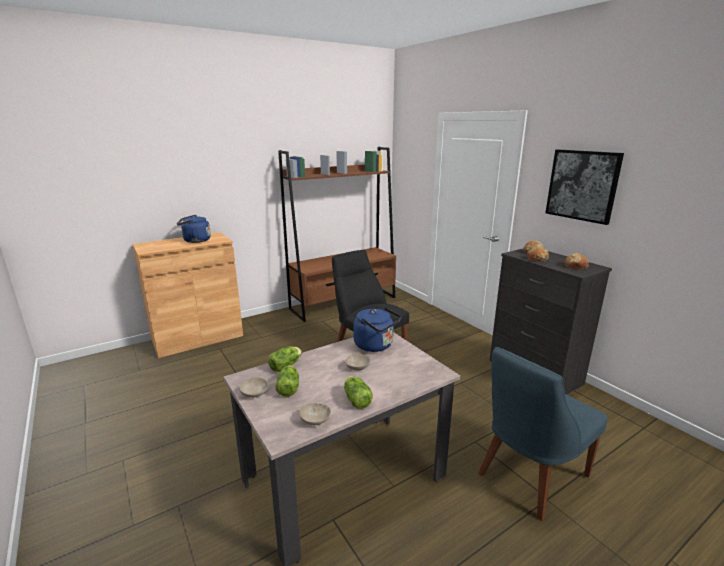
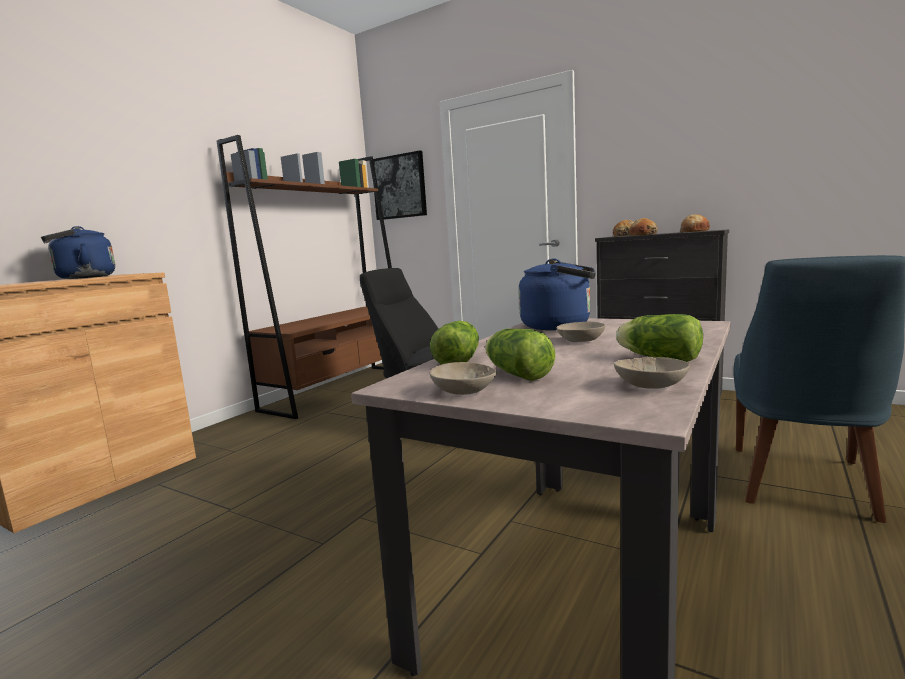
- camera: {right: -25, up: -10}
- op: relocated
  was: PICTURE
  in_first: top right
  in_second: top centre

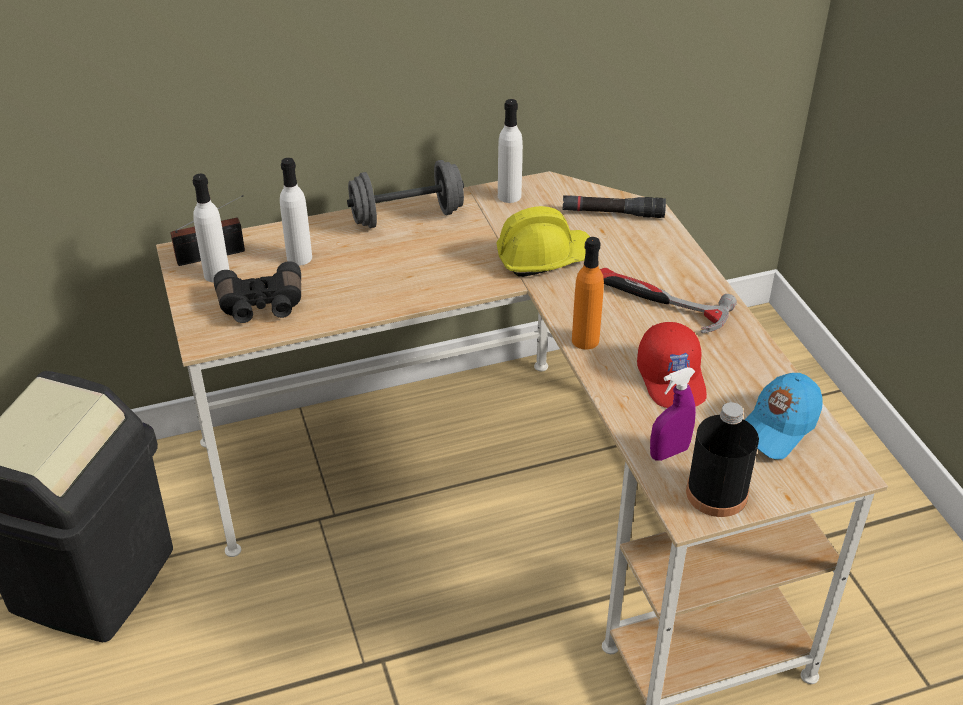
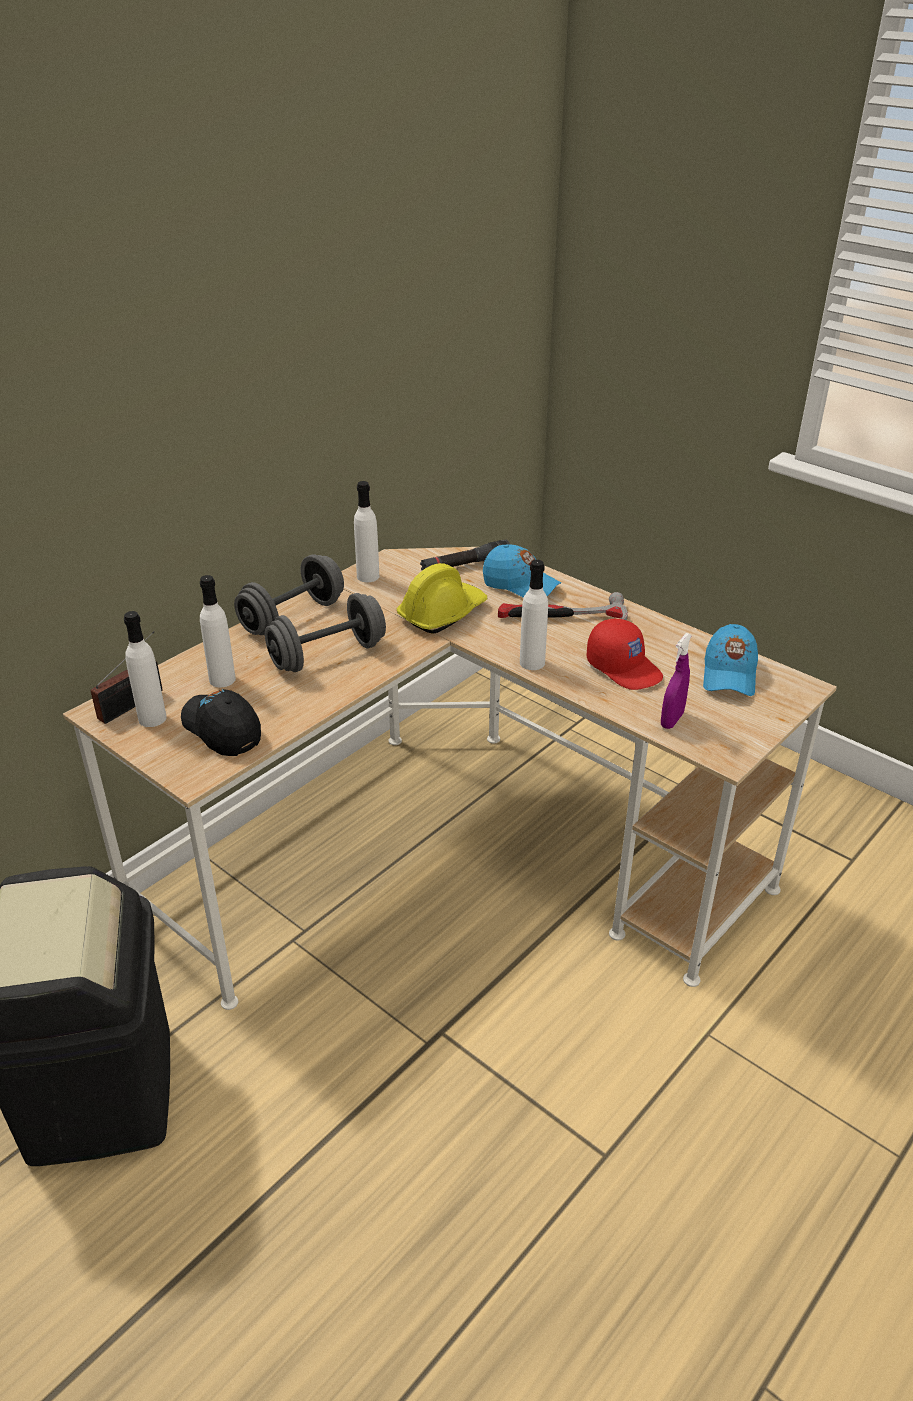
- camera: {right: -30, up: -5}
- op: exchanged
  was: BLACK BINOCULARS
  now: BLACK PEAKED CAP
  in_first: middle left
  in_second: middle left
- op: appeared
  now: GREY HAND WEIGHT (no. 2 from left)
  in_second: centre
- op: appeared
  now: BLUE PEAKED CAP (no. 1 from left)
  in_second: centre
- op: colour
  was: ORANGE BEVERAGE BOTTLE
  now: WHITE-COLOURED BEVERAGE BOTTLE (no. 4 from left)
  in_first: centre
  in_second: centre
- op: missing
  was: BLACK BEVERAGE BOTTLE
  in_first: middle right

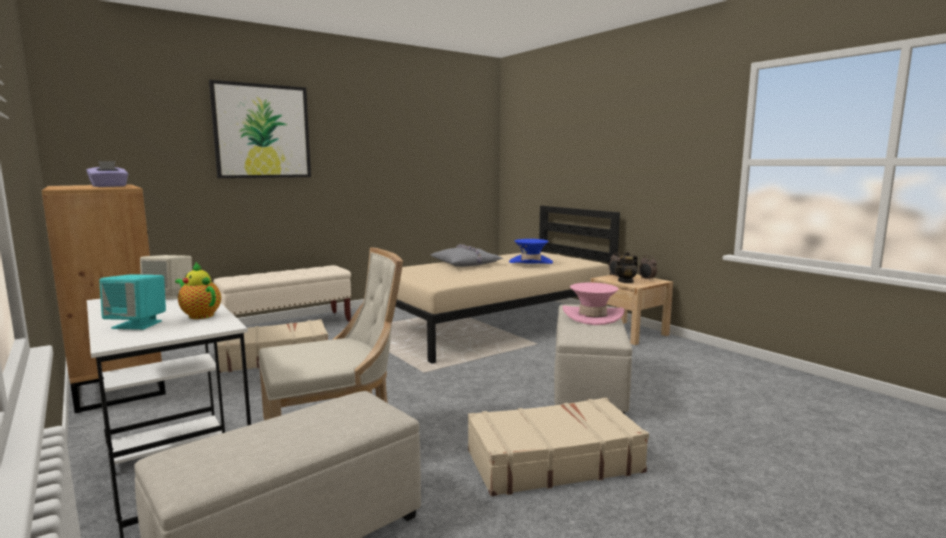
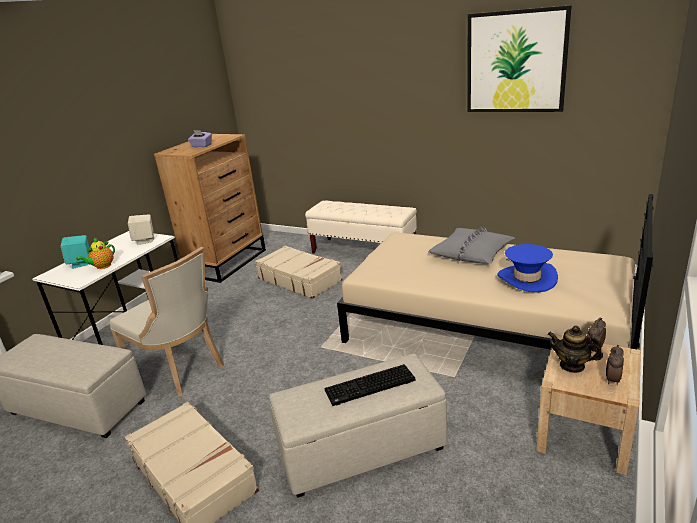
- camera: {right: 65, up: 15}
- op: spun
  was: TEAPOT (no. 1 from left)
  in_first: middle left
  in_second: middle left
  clockwise: -150
- op: exchanged
  was: PINKISH CLOTHING HAT
  now: KEYBOARD
  in_first: centre
  in_second: bottom centre
- op: relocated
  was: PICTURE
  in_first: top left
  in_second: top right

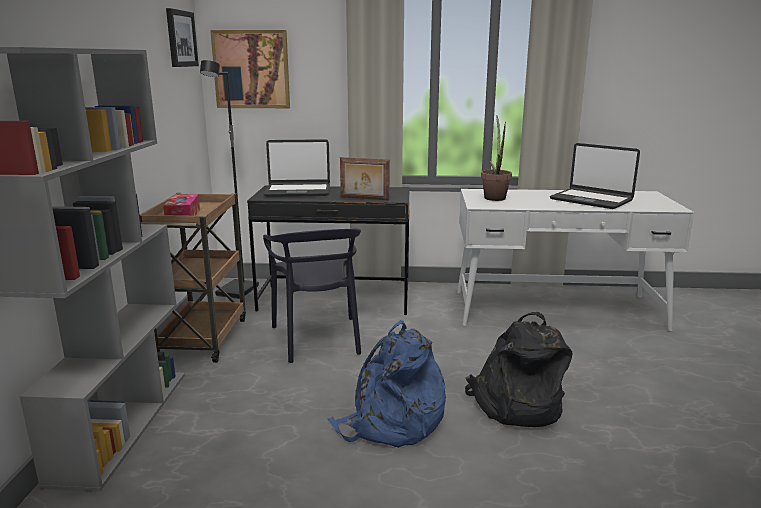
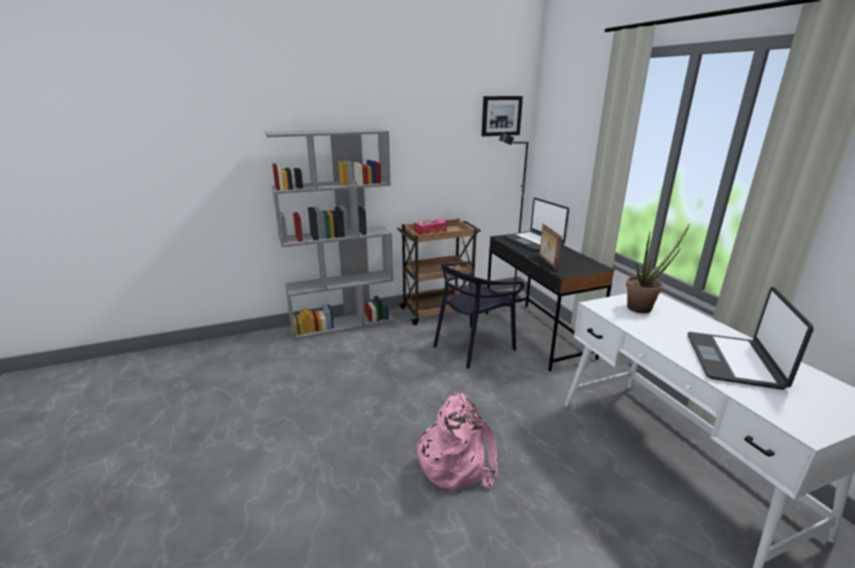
- camera: {right: 65, up: 5}
- op: colour
  was: BLACK KNAPSACK
  now: PINKISH KNAPSACK
  in_first: bottom right
  in_second: bottom centre
- op: missing
  was: PICTURE (no. 2 from left)
  in_first: top left
- op: missing
  was: BLUE KNAPSACK
  in_first: bottom centre

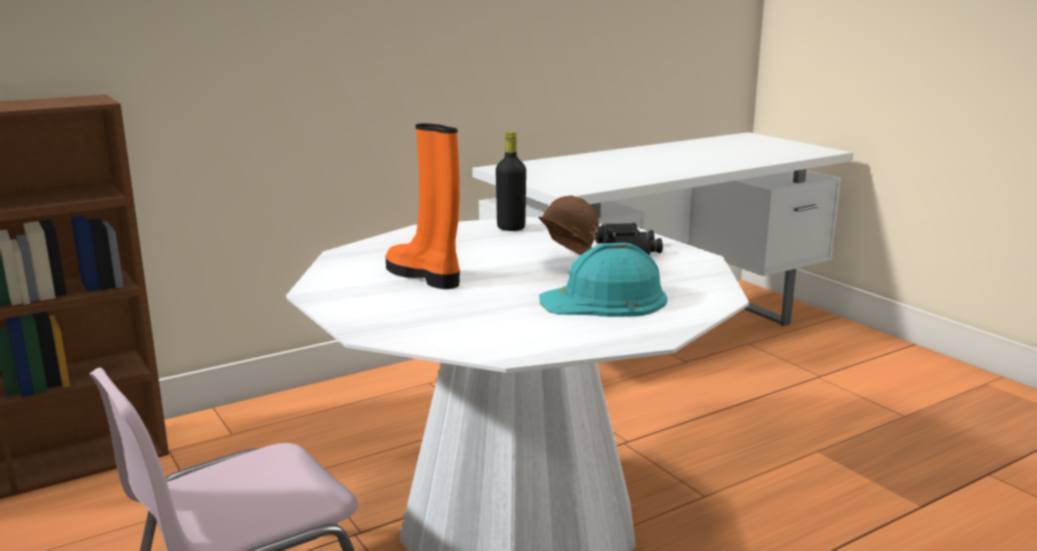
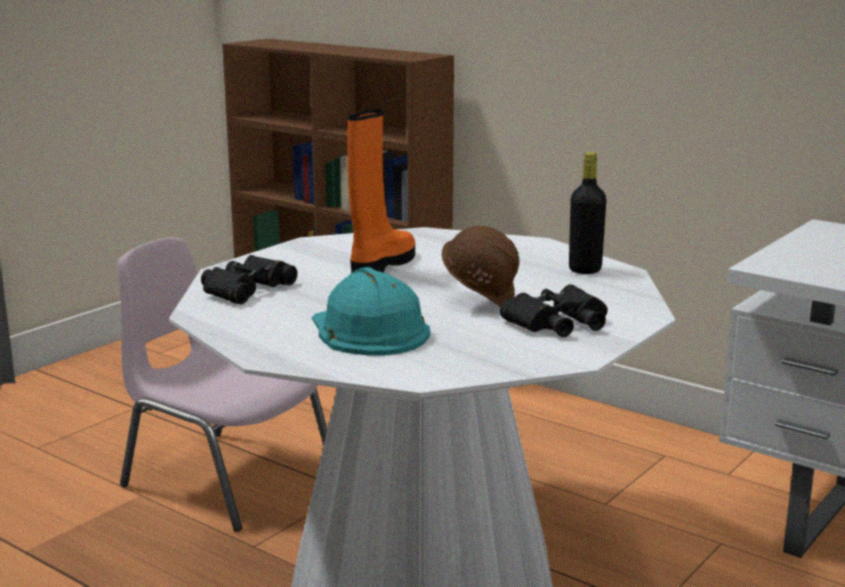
- camera: {right: 70, up: 0}
- op: appeared
  now: BLACK BINOCULARS (no. 1 from left)
  in_second: middle left

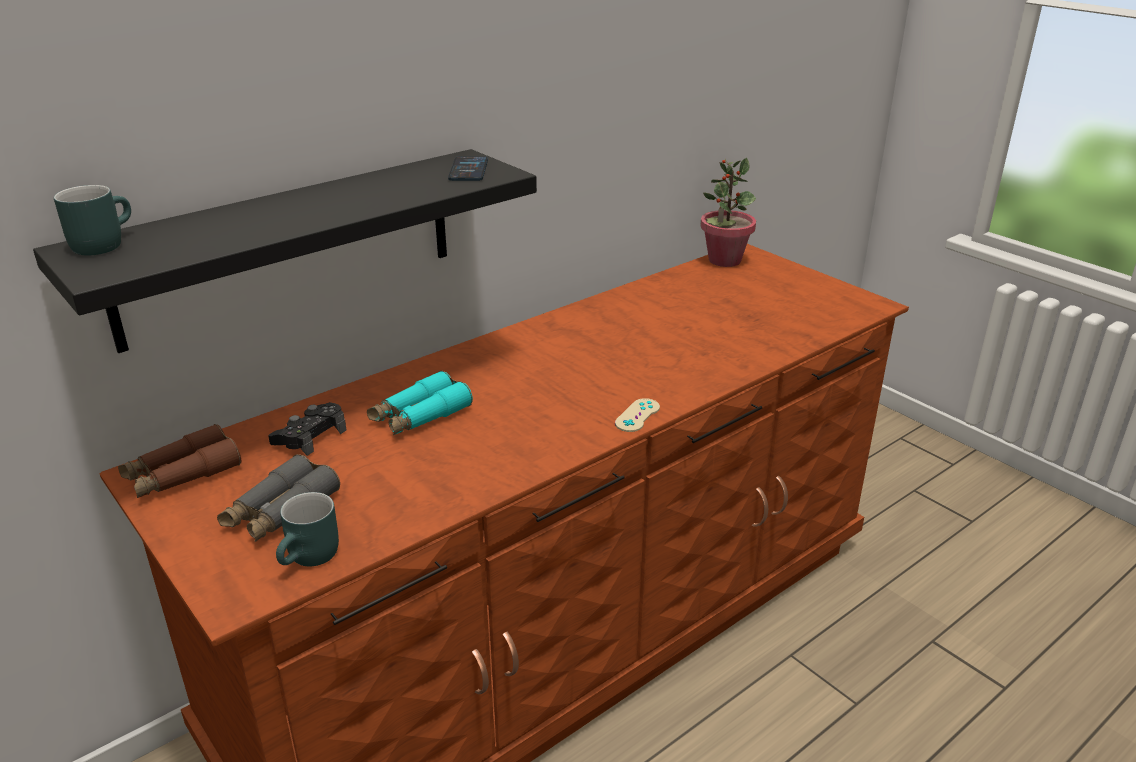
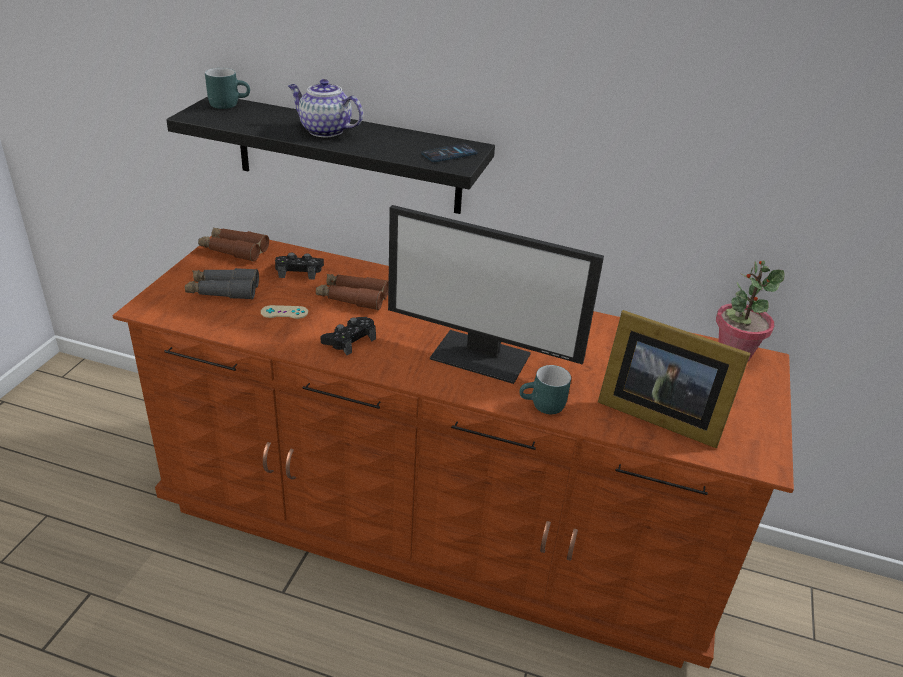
- camera: {right: 55, up: 5}
- op: relocated
  was: SAND-COLOURED JOYPAD
  in_first: centre
  in_second: middle left
- op: appeared
  now: TEAPOT
  in_second: top centre
- op: colour
  was: TURQUOISE BINOCULARS
  now: BROWN BINOCULARS (no. 2 from left)
  in_first: centre
  in_second: centre
- op: appeared
  now: BLACK JOYPAD (no. 2 from left)
  in_second: centre
- op: appeared
  now: MONITOR
  in_second: centre
- op: relocated
  was: TURQUOISE MUG (no. 2 from left)
  in_first: bottom left
  in_second: centre
- op: appeared
  now: STANDING FRAME
  in_second: middle right

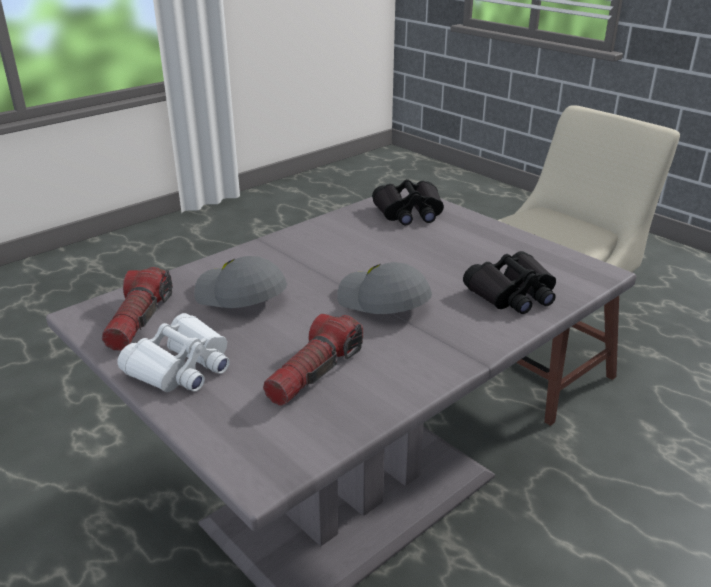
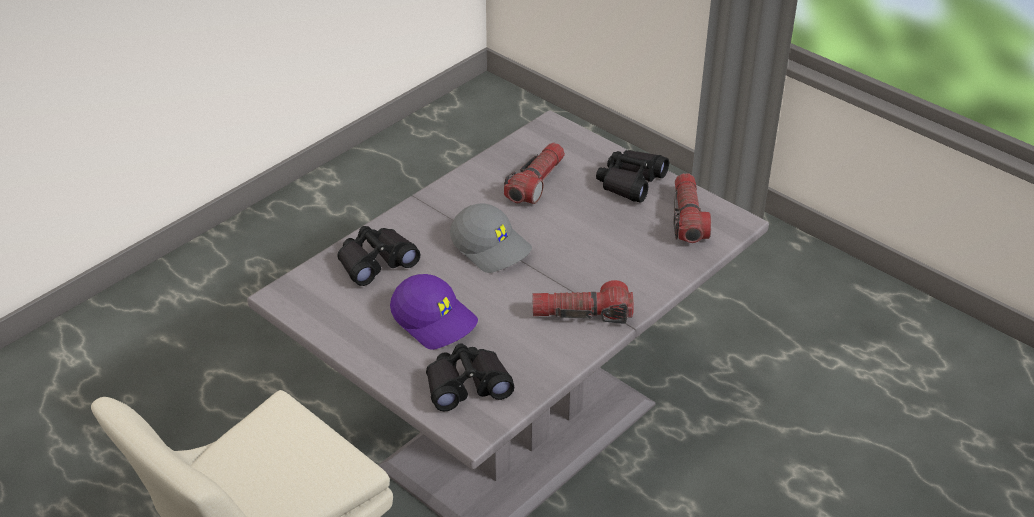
- camera: {right: 175, up: 10}
- op: appeared
  now: PURPLISH PEAKED CAP
  in_second: centre
- op: appeared
  now: HAND TORCH (no. 2 from left)
  in_second: centre
- op: colour
  was: WHITE-COLOURED BINOCULARS
  now: BLACK BINOCULARS (no. 3 from left)
  in_first: middle left
  in_second: centre
- op: missing
  was: GREY PEAKED CAP (no. 1 from left)
  in_first: centre

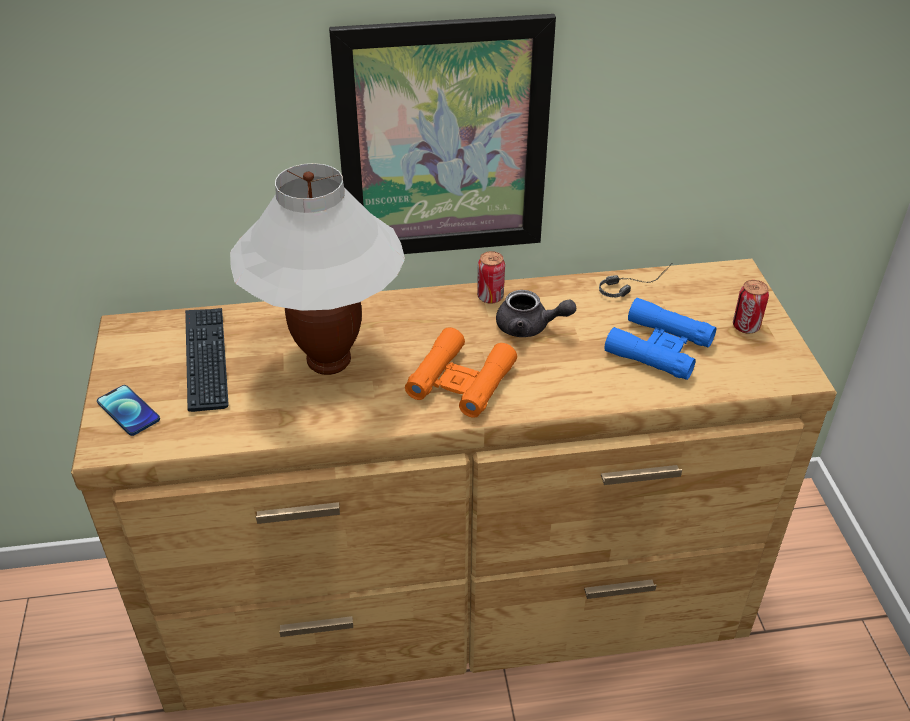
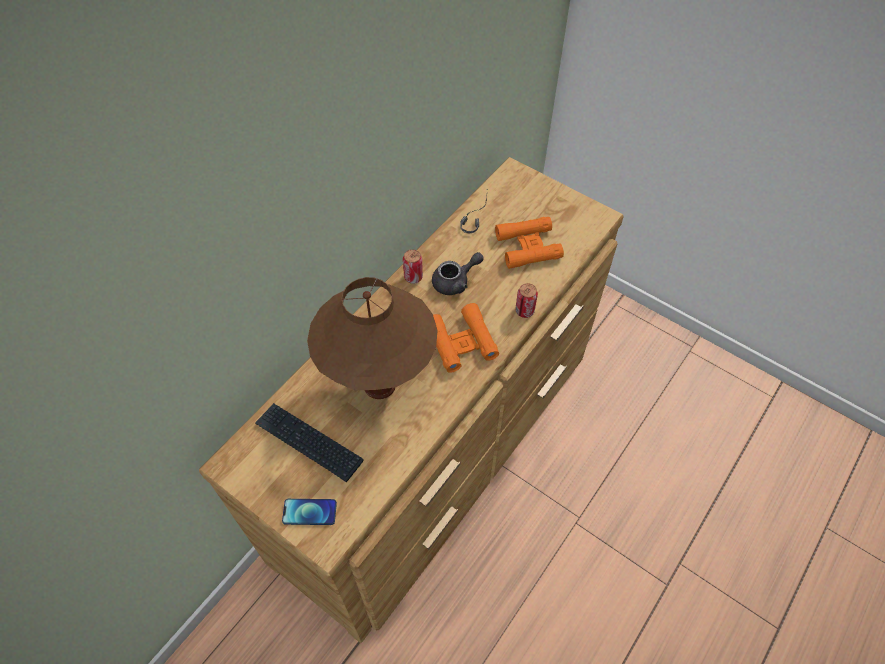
- camera: {right: -45, up: 15}
- op: colour
  was: WHITE-COLOURED LAMP FOR A TABLE
  now: BROWN LAMP FOR A TABLE
  in_first: centre
  in_second: centre
- op: colour
  was: BLUE BINOCULARS
  now: ORANGE BINOCULARS (no. 2 from left)
  in_first: middle right
  in_second: centre
- op: relocated
  was: CAN (no. 2 from left)
  in_first: middle right
  in_second: centre
- op: missing
  was: PICTURE
  in_first: top centre

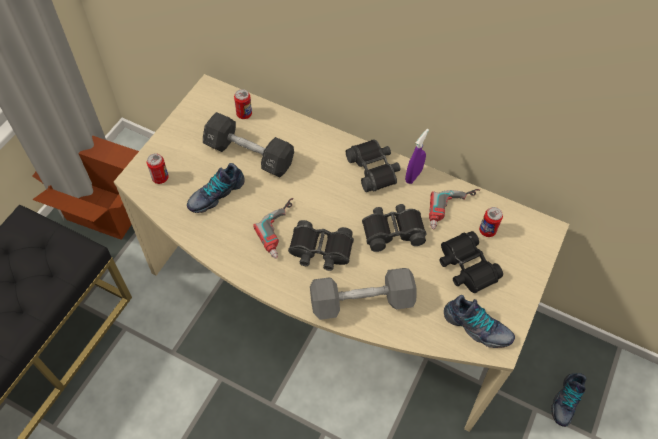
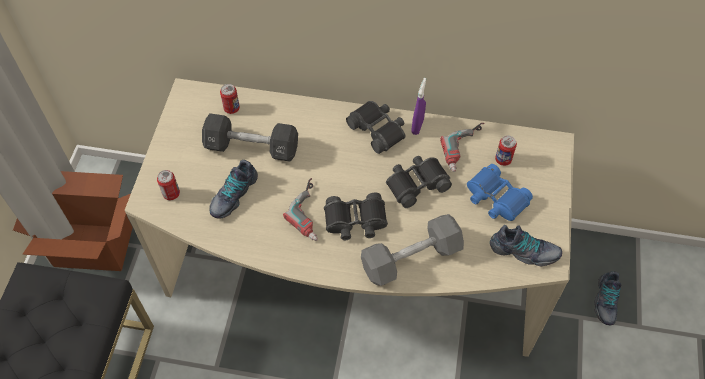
- camera: {right: -15, up: 0}
- op: colour
  was: BLACK BINOCULARS (no. 4 from left)
  now: BLUE BINOCULARS
  in_first: middle right
  in_second: middle right

